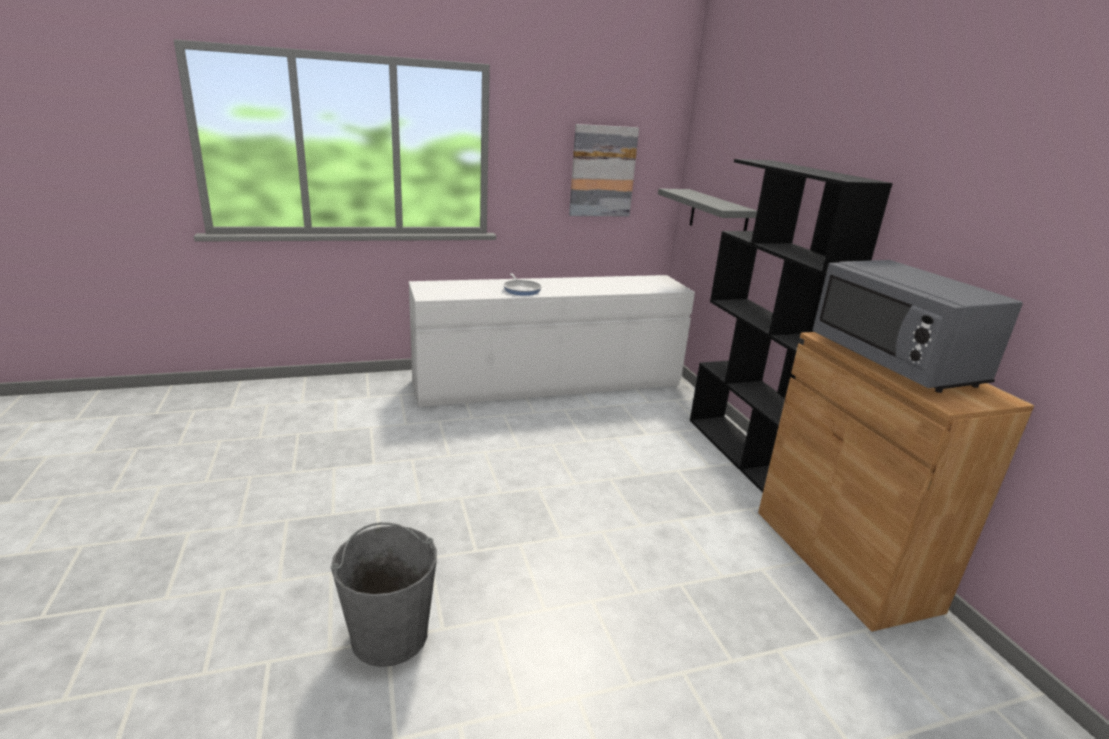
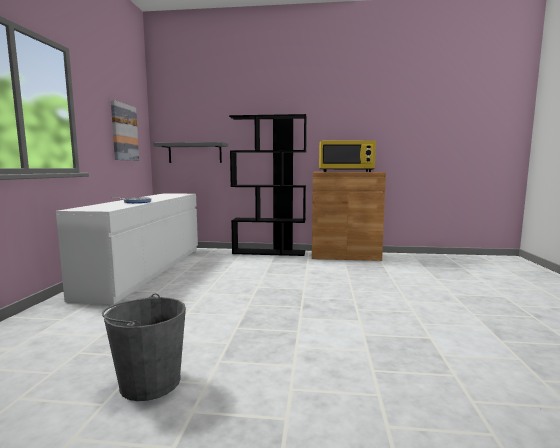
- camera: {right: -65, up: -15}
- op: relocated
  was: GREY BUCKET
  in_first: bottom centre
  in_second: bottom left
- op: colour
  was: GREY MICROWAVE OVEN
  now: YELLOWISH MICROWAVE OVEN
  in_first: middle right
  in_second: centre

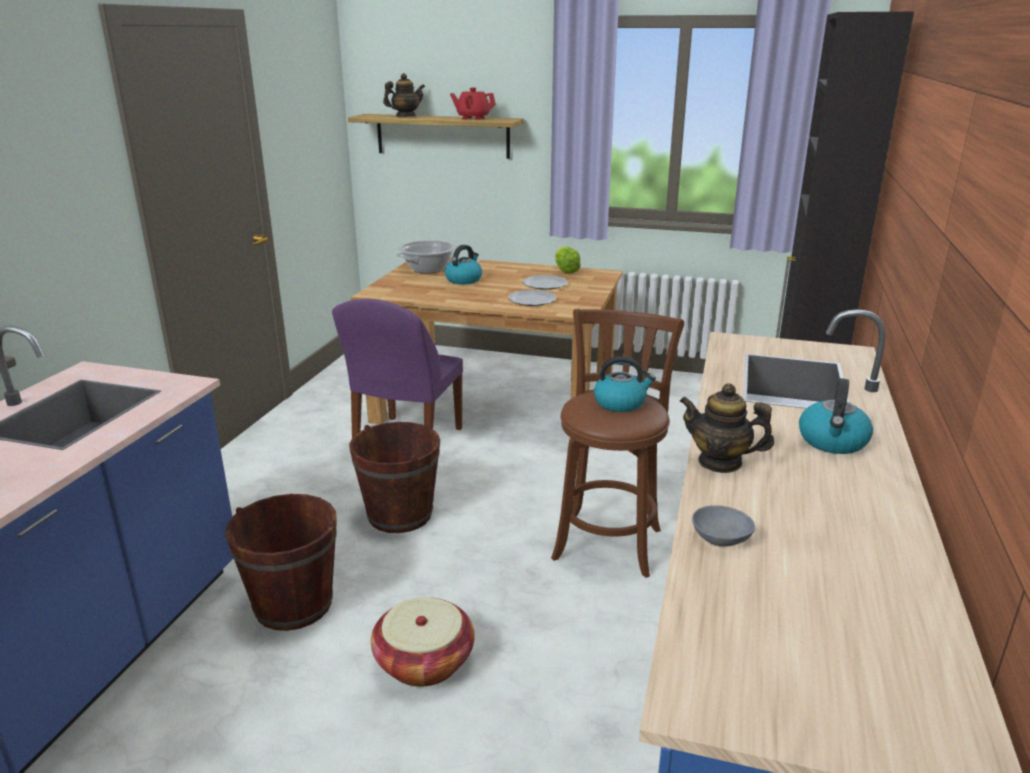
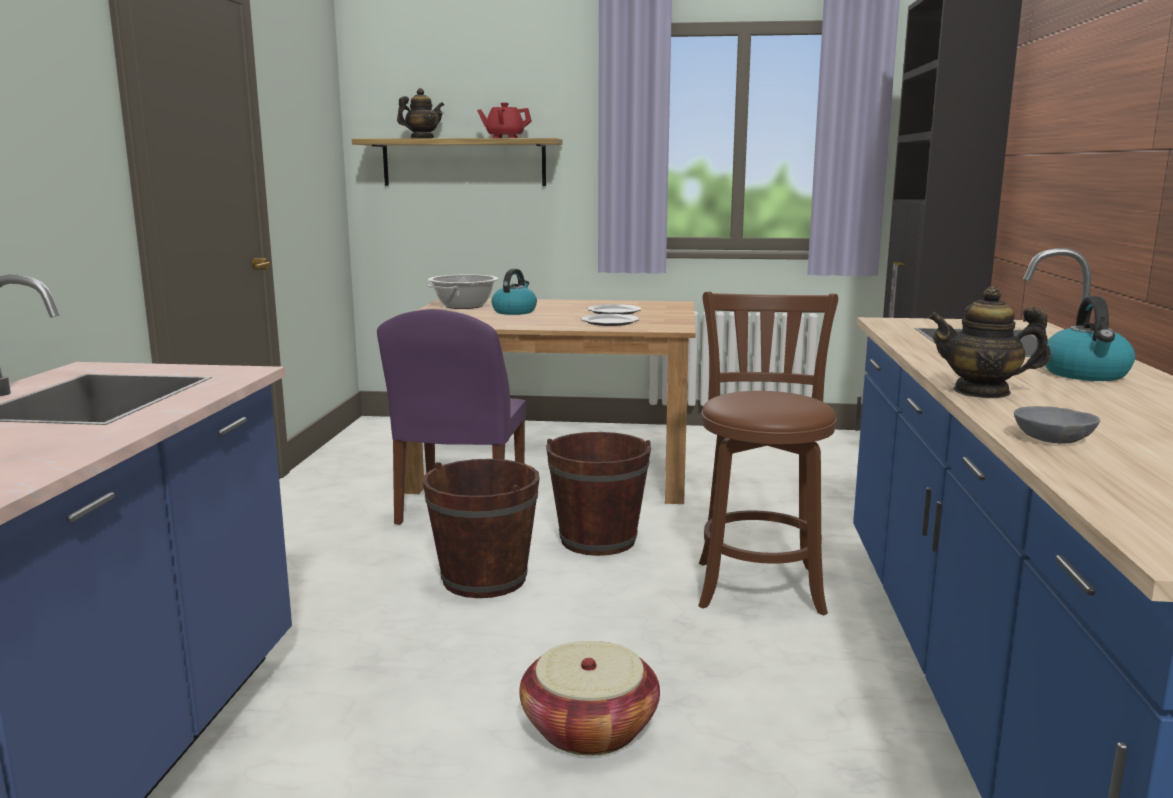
- camera: {right: -10, up: -10}
- op: relocated
  was: BROWN BUCKET (no. 1 from left in the first image)
  now: BROWN BUCKET (no. 2 from left)
  in_first: bottom left
  in_second: centre
- op: missing
  was: HEAD OF LETTUCE
  in_first: centre
- op: missing
  was: TEA KETTLE (no. 2 from left)
  in_first: centre

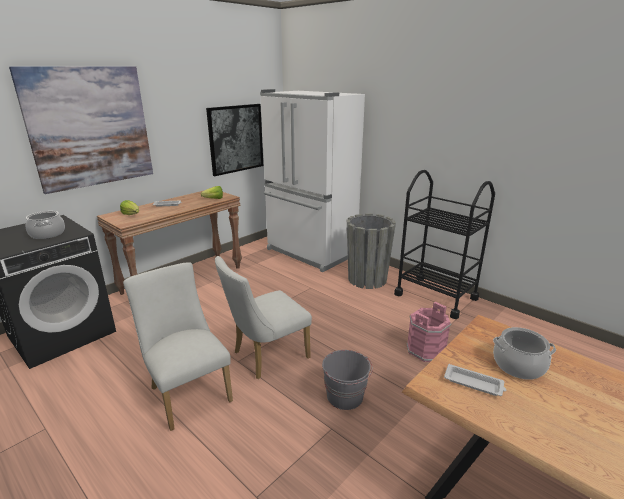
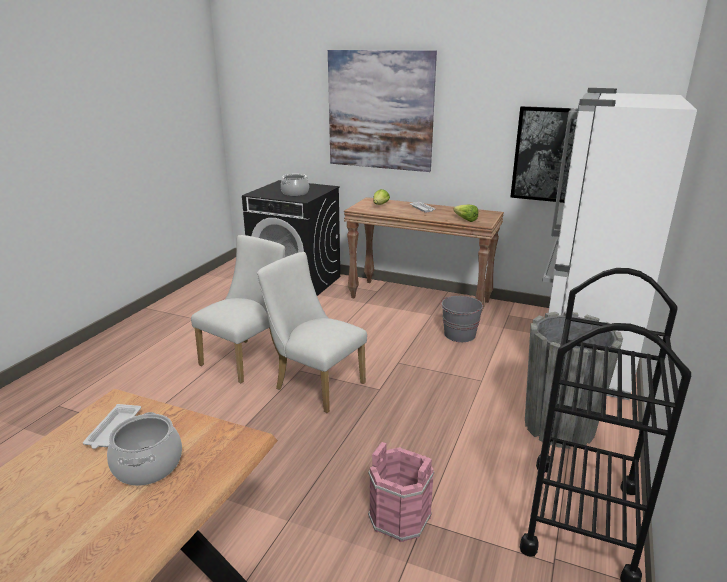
- camera: {right: 70, up: 0}
- op: relocated
  was: GREY BUCKET
  in_first: bottom centre
  in_second: centre

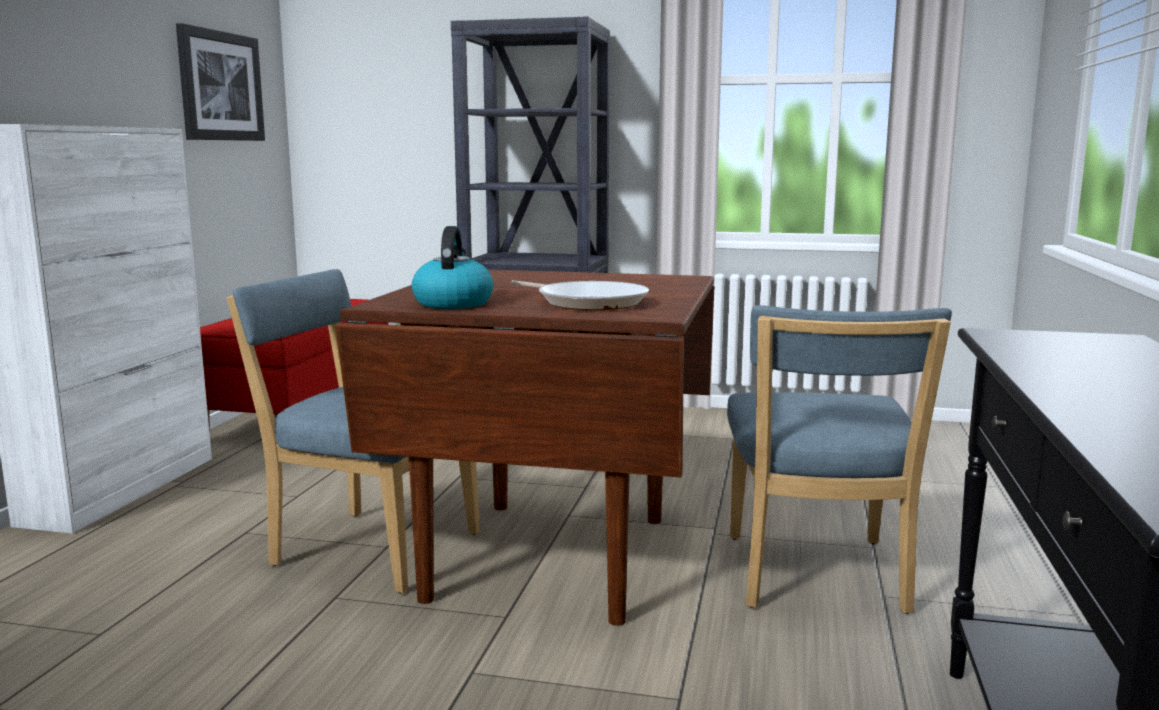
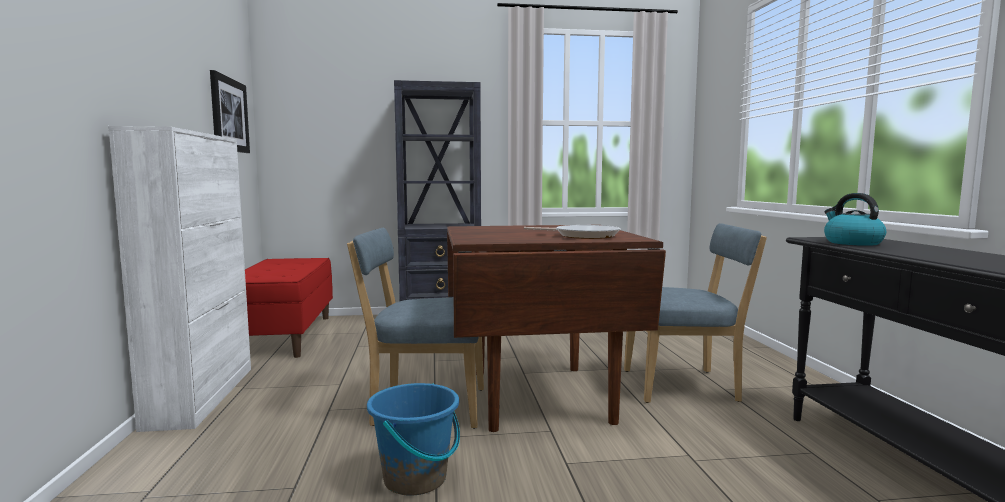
- camera: {right: -20, up: -5}
- op: appeared
  now: BLUE BUCKET
  in_second: bottom centre
- op: spun
  was: BLUE UPRIGHT CHAIR (no. 2 from left)
  in_first: middle right
  in_second: middle right
  clockwise: -75
- op: relocated
  was: TEA KETTLE
  in_first: centre
  in_second: middle right

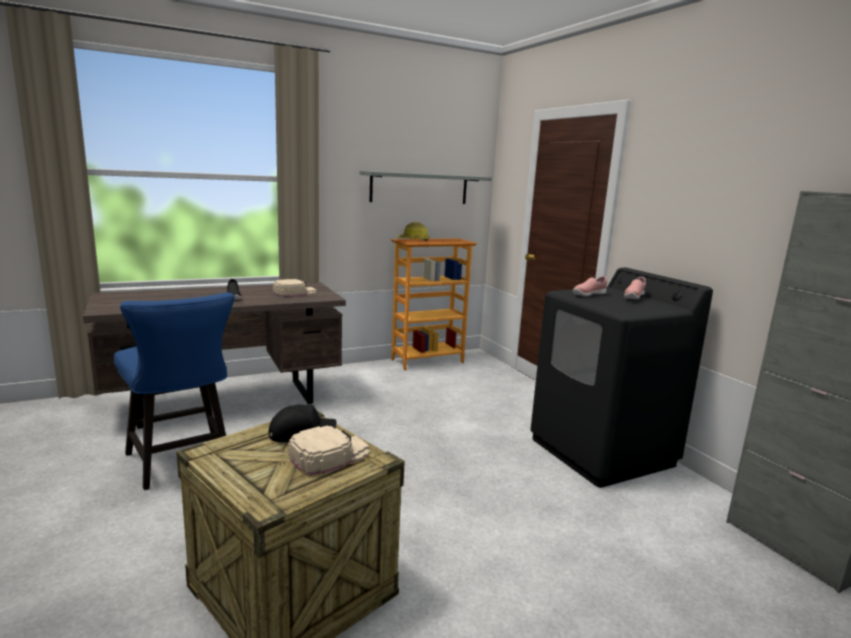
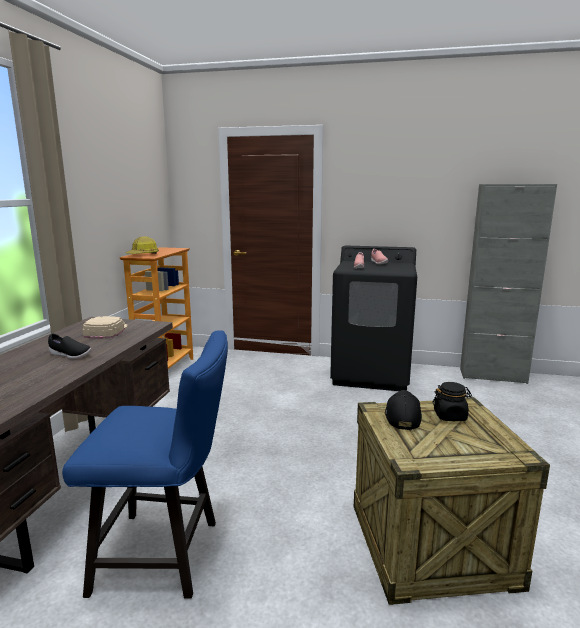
- camera: {right: -50, up: 0}
- op: exchanged
  was: SAND-COLOURED PEAKED CAP (no. 2 from left)
  now: BLACK PRESERVE JAR
  in_first: bottom centre
  in_second: middle right
- op: missing
  was: GREY SHELF
  in_first: top centre

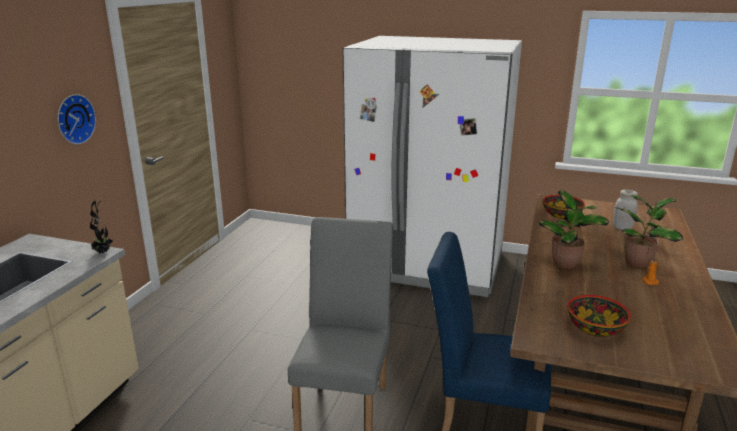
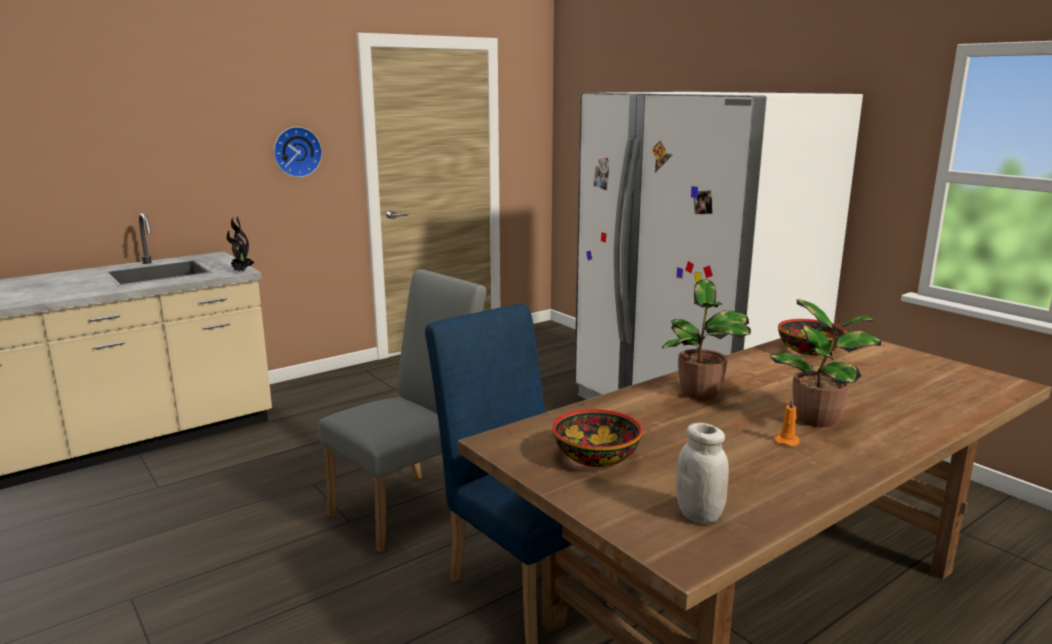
- camera: {right: 35, up: -5}
- op: relocated
  was: WHITE-COLOURED PRESERVE JAR
  in_first: middle right
  in_second: bottom right

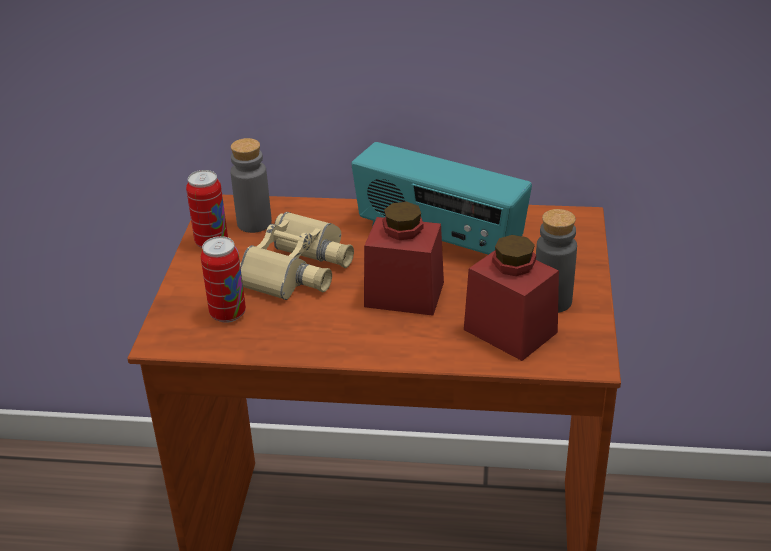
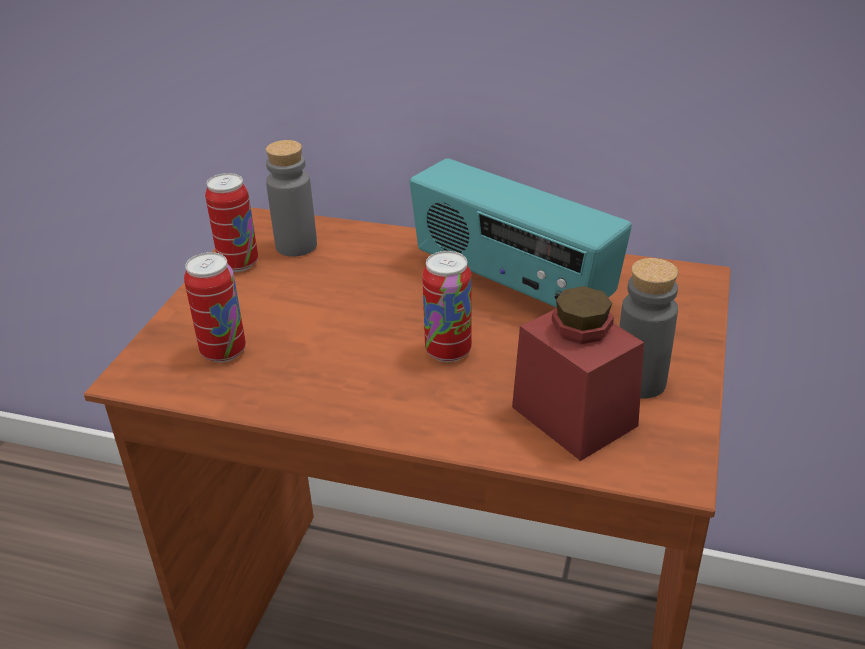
- camera: {right: 10, up: 0}
- op: exchanged
  was: REDDISH PRESERVE JAR (no. 1 from left)
  now: CAN (no. 3 from left)
  in_first: centre
  in_second: centre
- op: missing
  was: SAND-COLOURED BINOCULARS
  in_first: centre

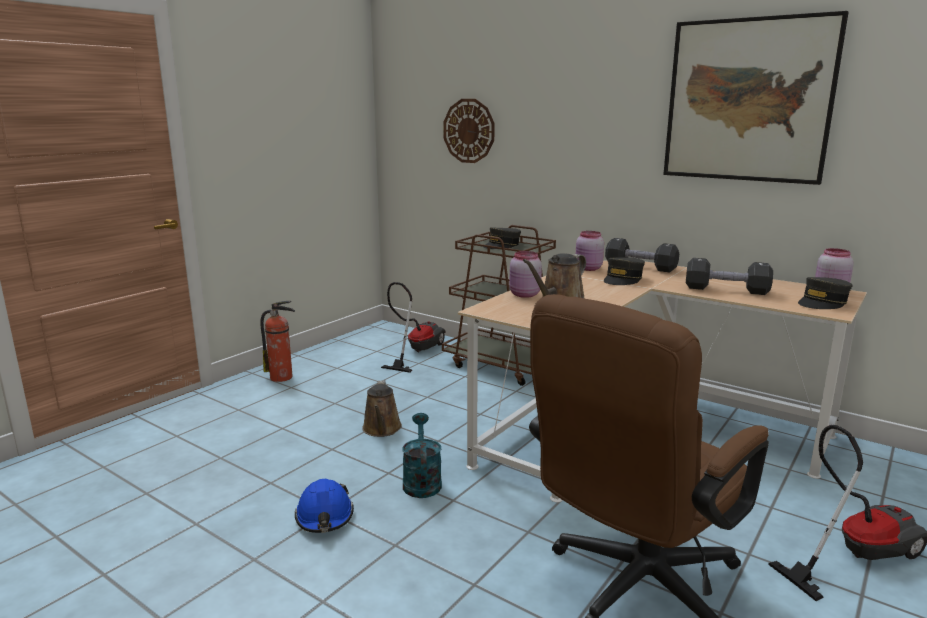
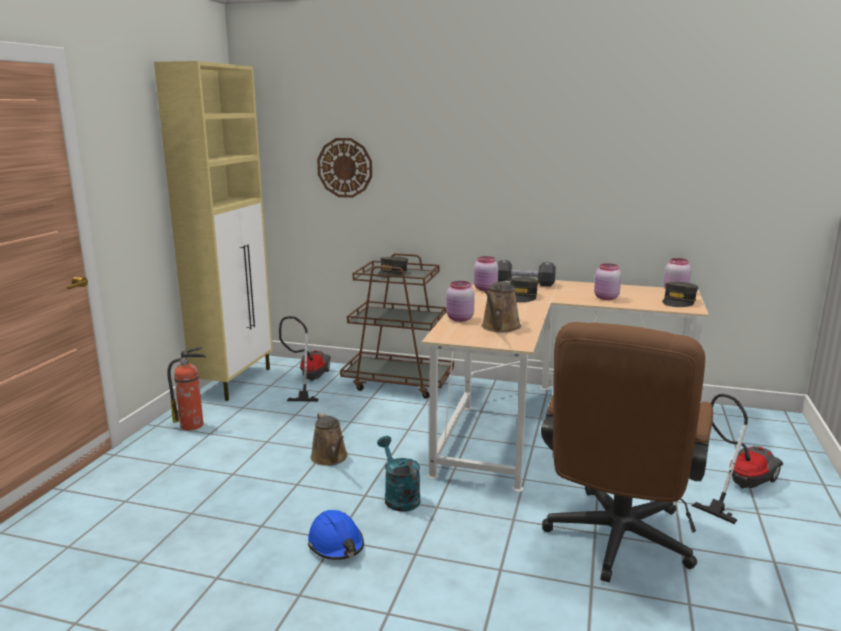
- camera: {right: -20, up: 0}
- op: appeared
  now: SAND-COLOURED CUPBOARD
  in_second: middle left
- op: exchanged
  was: BLACK HAND WEIGHT (no. 2 from left)
  now: PINKISH PRESERVE JAR (no. 3 from left)
  in_first: middle right
  in_second: middle right
- op: missing
  was: PICTURE
  in_first: top right

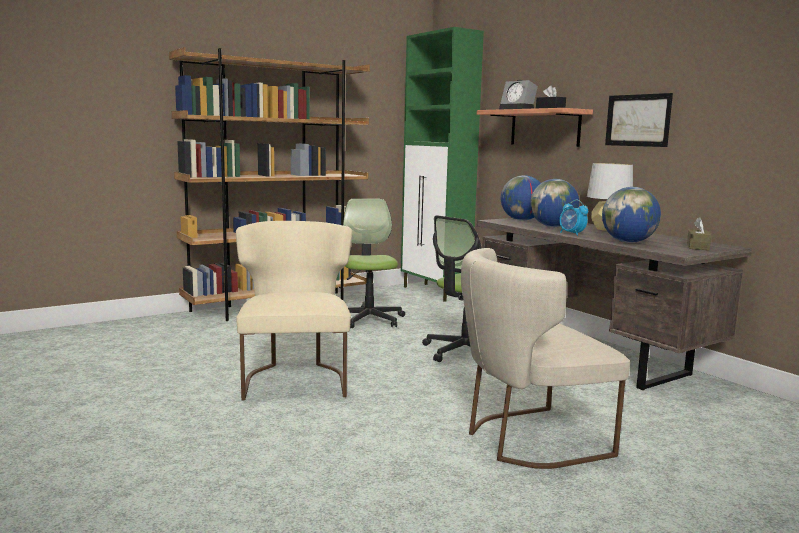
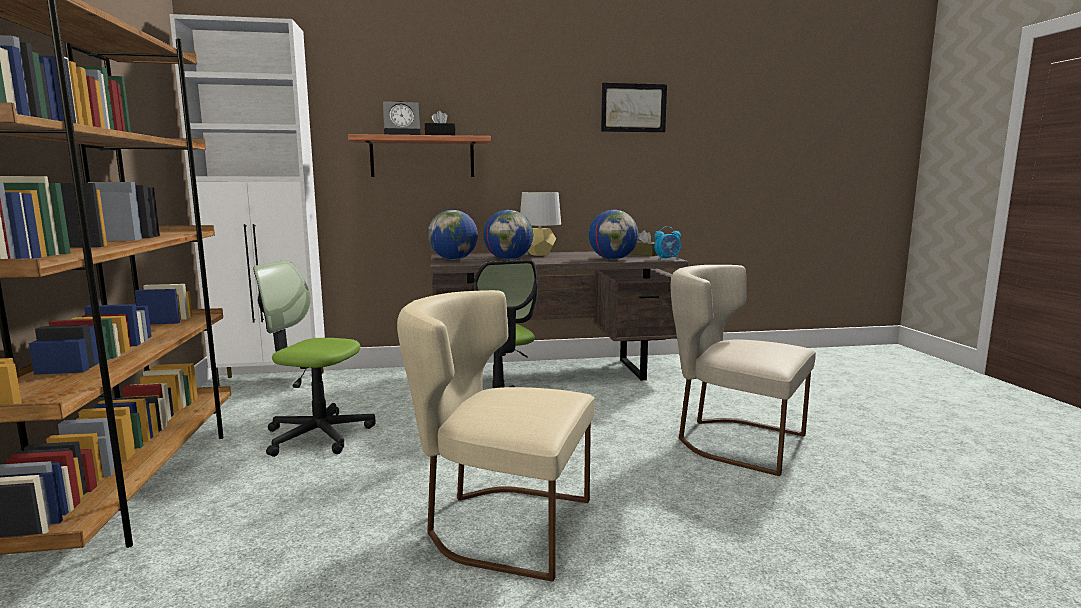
- camera: {right: -65, up: 0}
- op: colour
  was: GREEN-COLOURED CUPBOARD
  now: WHITE-COLOURED CUPBOARD
  in_first: top centre
  in_second: top left
- op: relocated
  was: PICTURE
  in_first: top right
  in_second: top centre
- op: relocated
  was: BEDSIDE CLOCK (no. 2 from left)
  in_first: middle right
  in_second: centre
- op: spun
  was: SAND-COLOURED UPRIGHT CHAIR (no. 2 from left)
  in_first: bottom right
  in_second: middle right
  clockwise: 120

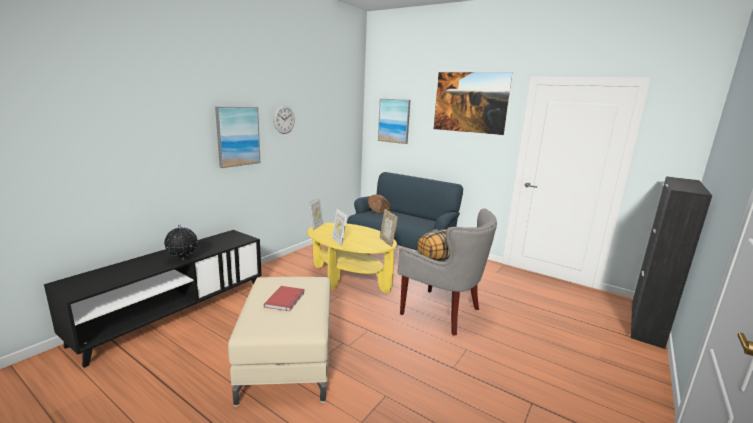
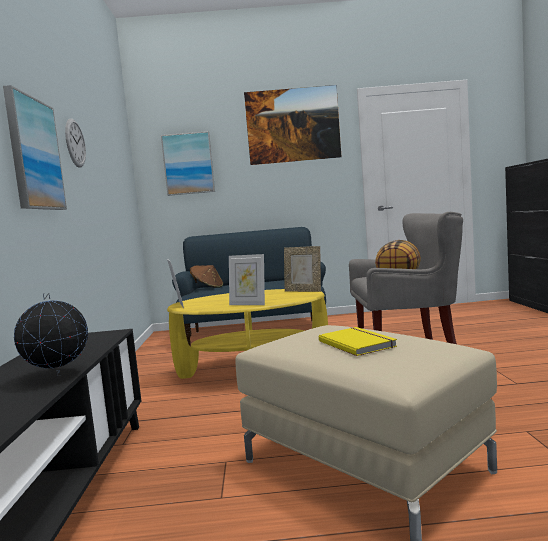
- camera: {right: -35, up: -10}
- op: colour
  was: REDDISH BOOK
  now: YELLOWISH BOOK
  in_first: bottom centre
  in_second: centre

